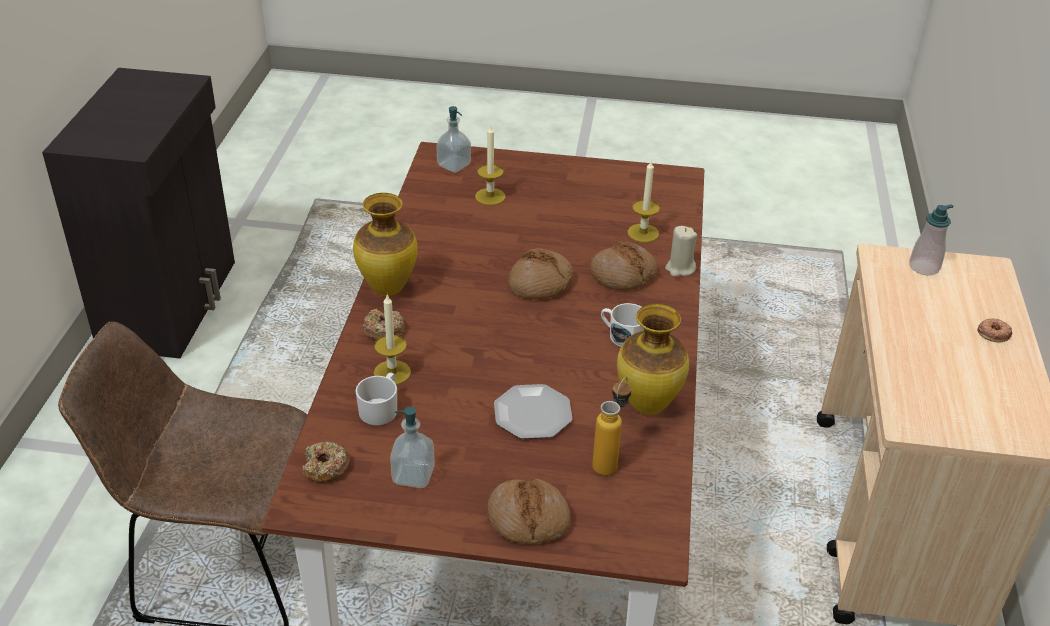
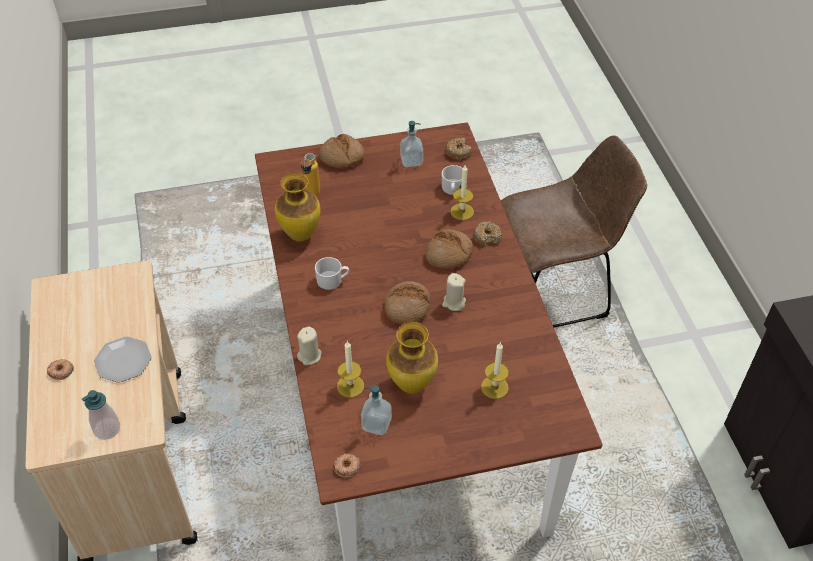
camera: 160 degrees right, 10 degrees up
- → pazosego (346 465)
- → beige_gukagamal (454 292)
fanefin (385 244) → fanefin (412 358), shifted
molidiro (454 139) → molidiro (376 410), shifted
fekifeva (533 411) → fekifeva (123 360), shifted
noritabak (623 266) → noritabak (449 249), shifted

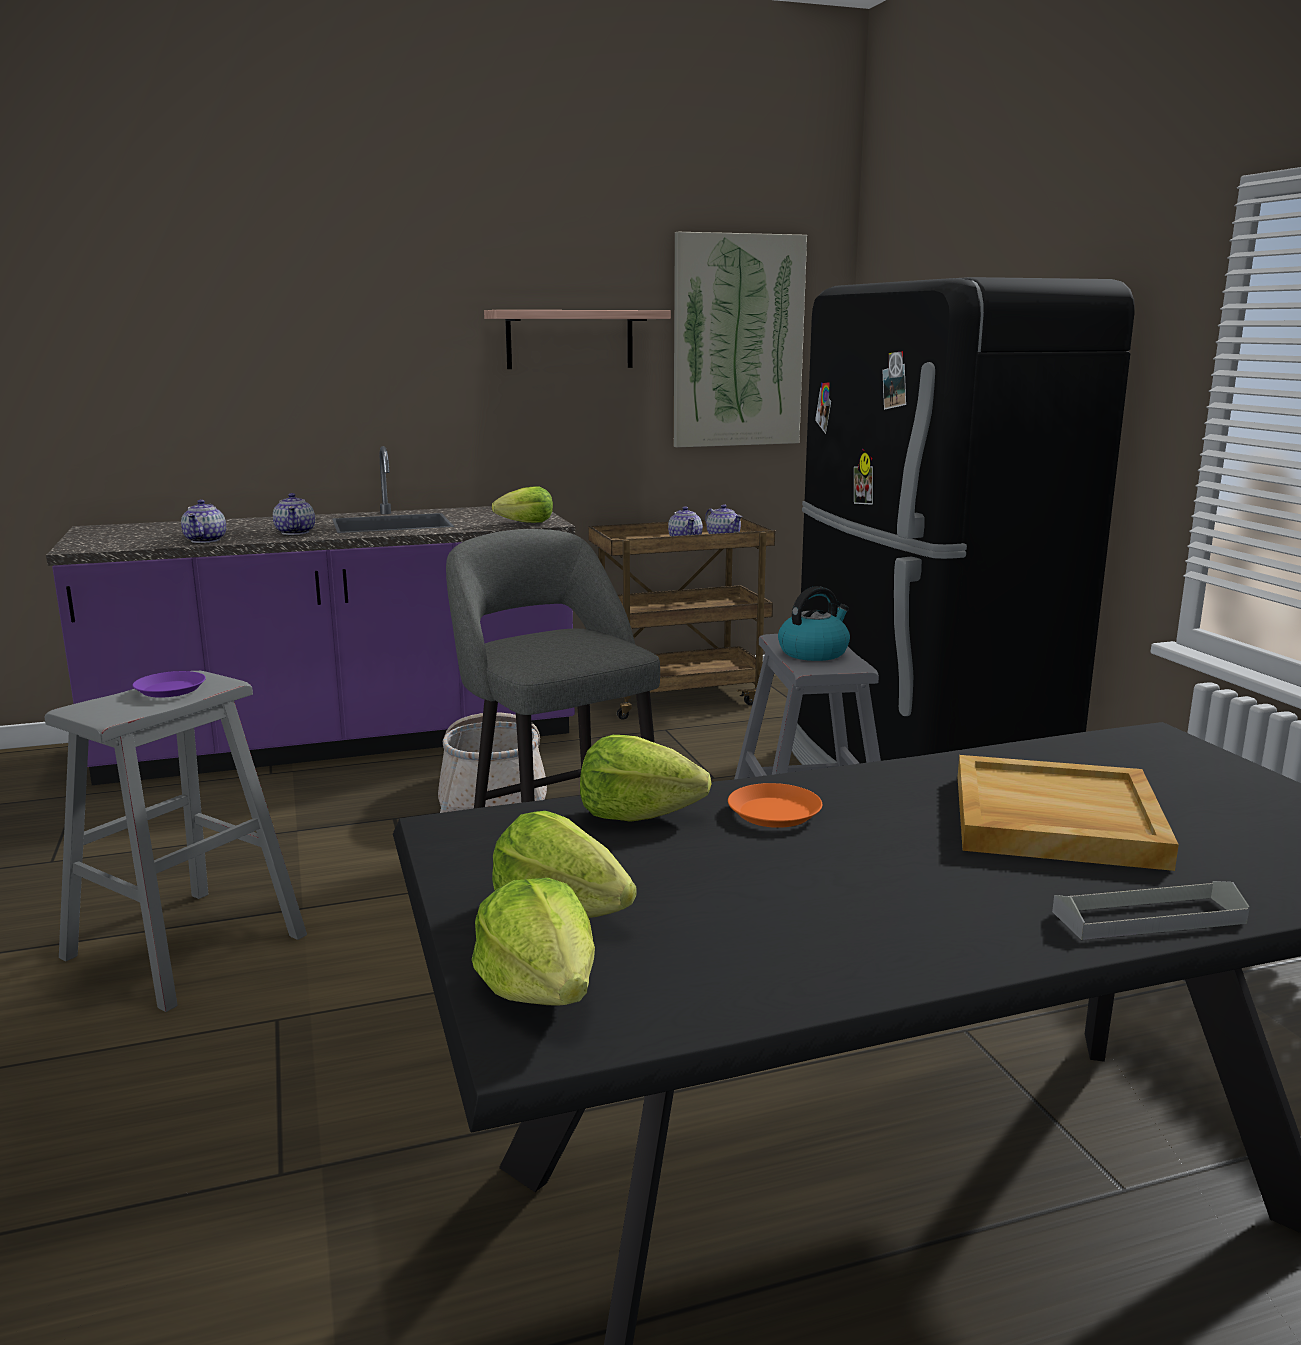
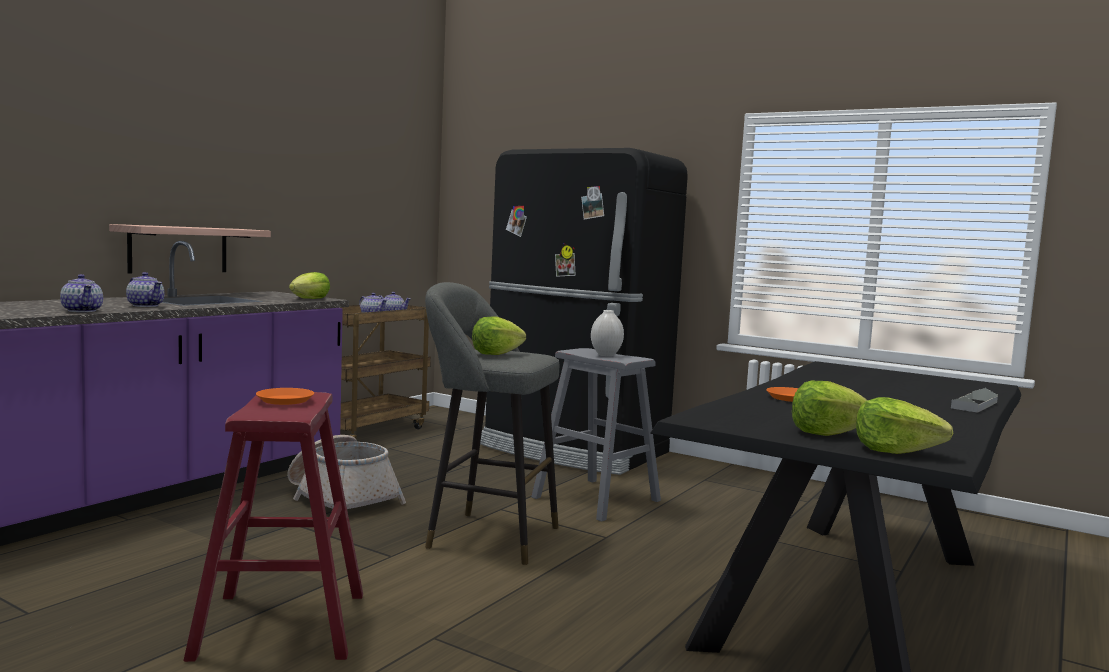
camera: 40 degrees left, 10 degrees down
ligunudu (740 339) → -
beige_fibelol (1068 813) → -
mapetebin (577 339) → mapetebin (190 249), shifted
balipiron (645 778) → balipiron (499 336), shifted
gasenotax (814 623) → white_fanefin (607 333)
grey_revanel (176 841) → red_revanel (273 527)
purple_fekifeva (169 684) → orange_fekifeva (285 396)

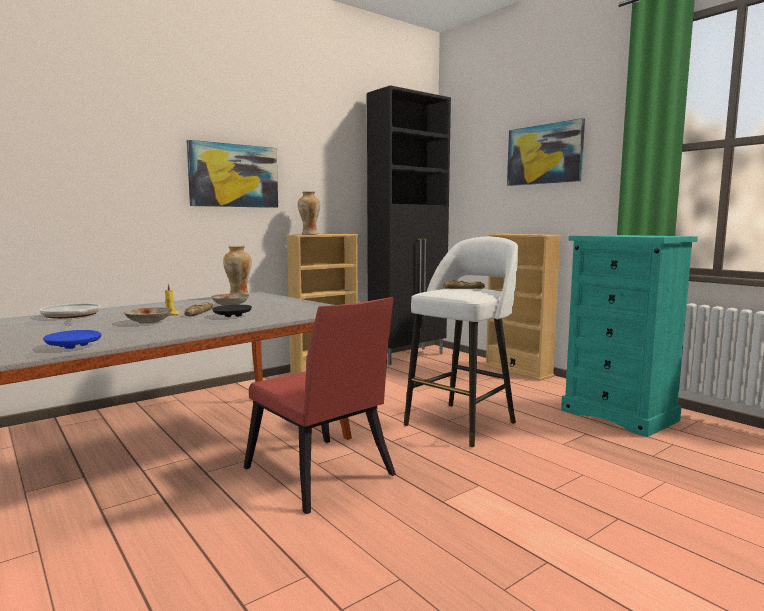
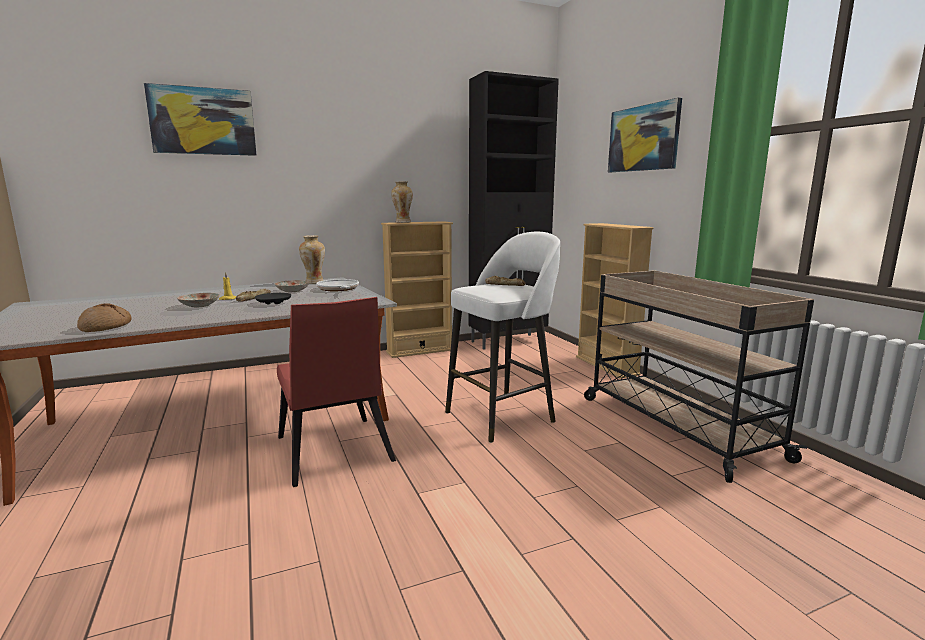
camera: 15 degrees right, 5 degrees up
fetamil (70 311) → fetamil (337 285), shifted
ligunudu (232 174) → ligunudu (200 119), shifted
blue_fekifeva (72 339) → noritabak (104 317)
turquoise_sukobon (629 336) → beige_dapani (699 376)

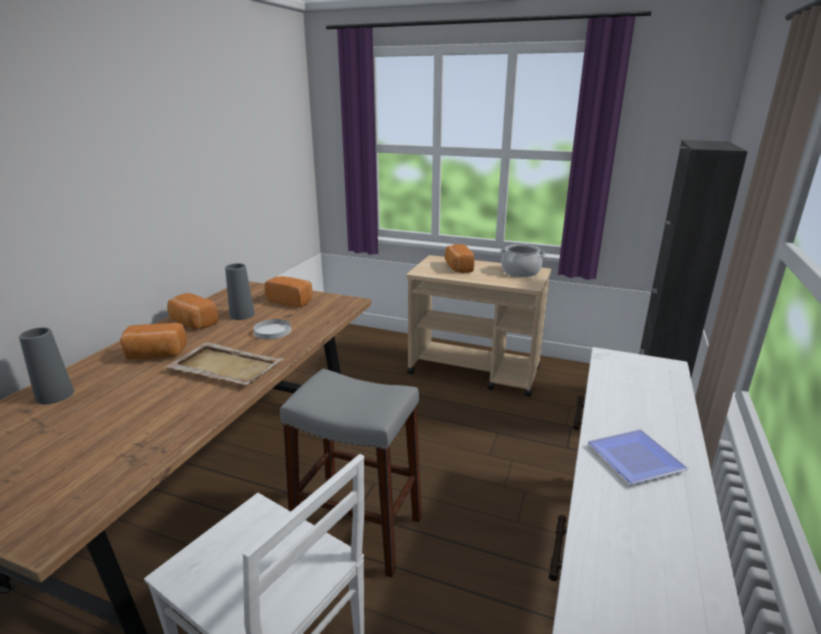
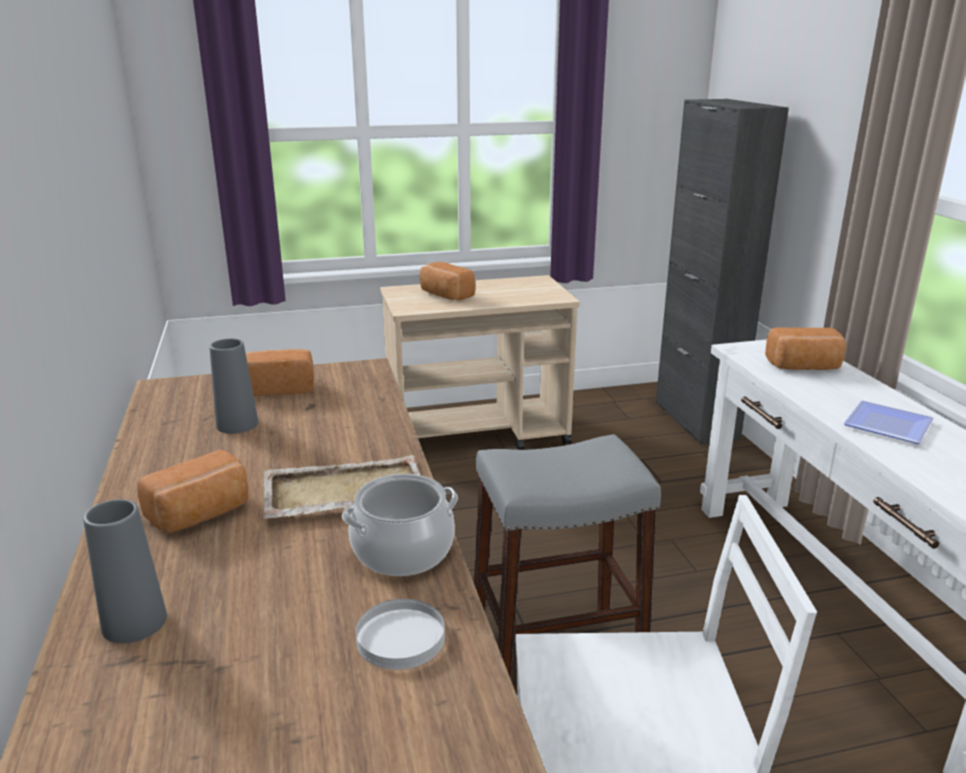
camera: 35 degrees left, 0 degrees up
noritabak (192 311) → noritabak (805 349), shifted
white_fekifeva (272 329) → white_fekifeva (400 634), shifted
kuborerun (522 260) → kuborerun (400 525), shifted

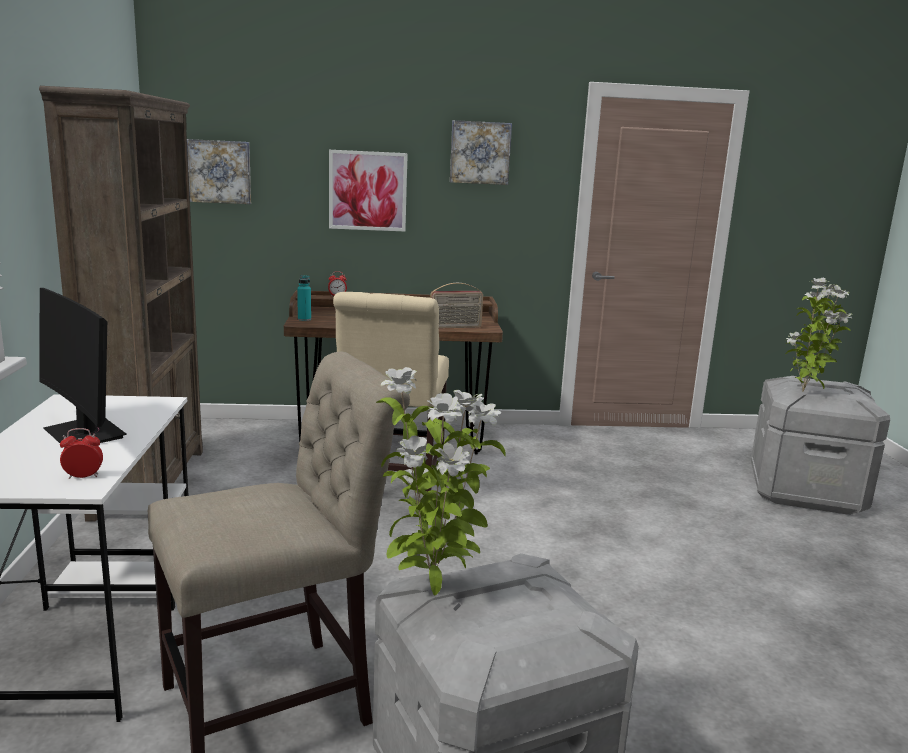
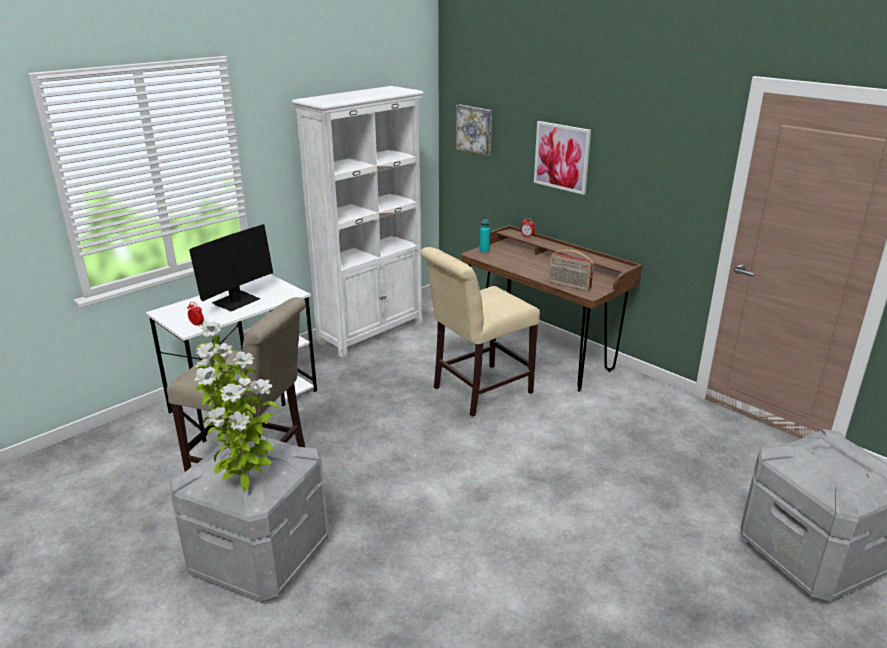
camera: 50 degrees right, 10 degrees up
ligunudu (481 152) → -
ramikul (818 335) → ramikul (236 429), shifted
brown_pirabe (121 304) → white_pirabe (358 221)
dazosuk (83 368) → dazosuk (231 267), 150 degrees counterclockwise

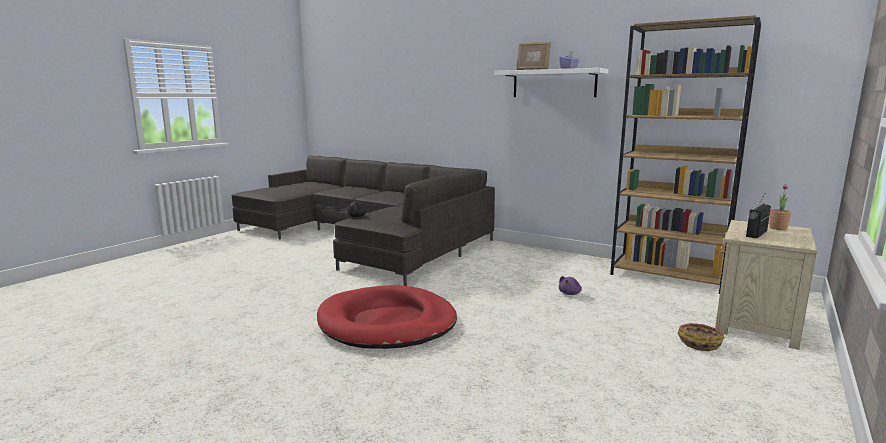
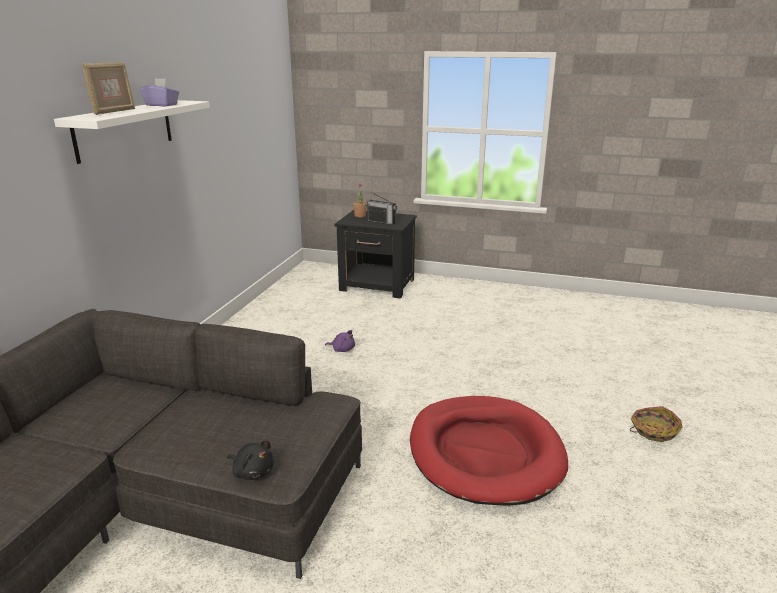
camera: 105 degrees left, 10 degrees up
brown_pirabe (685 154) → -
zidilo (701 337) → zidilo (656 424), shifted
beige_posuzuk (766 285) → black_posuzuk (375 254)

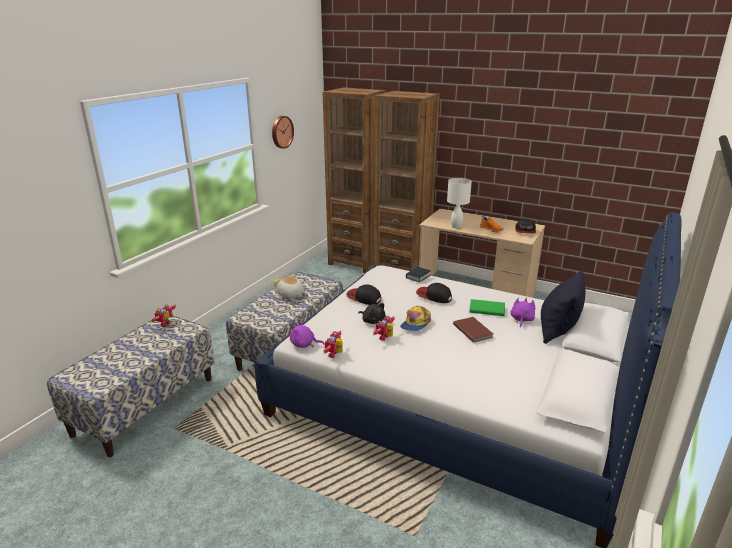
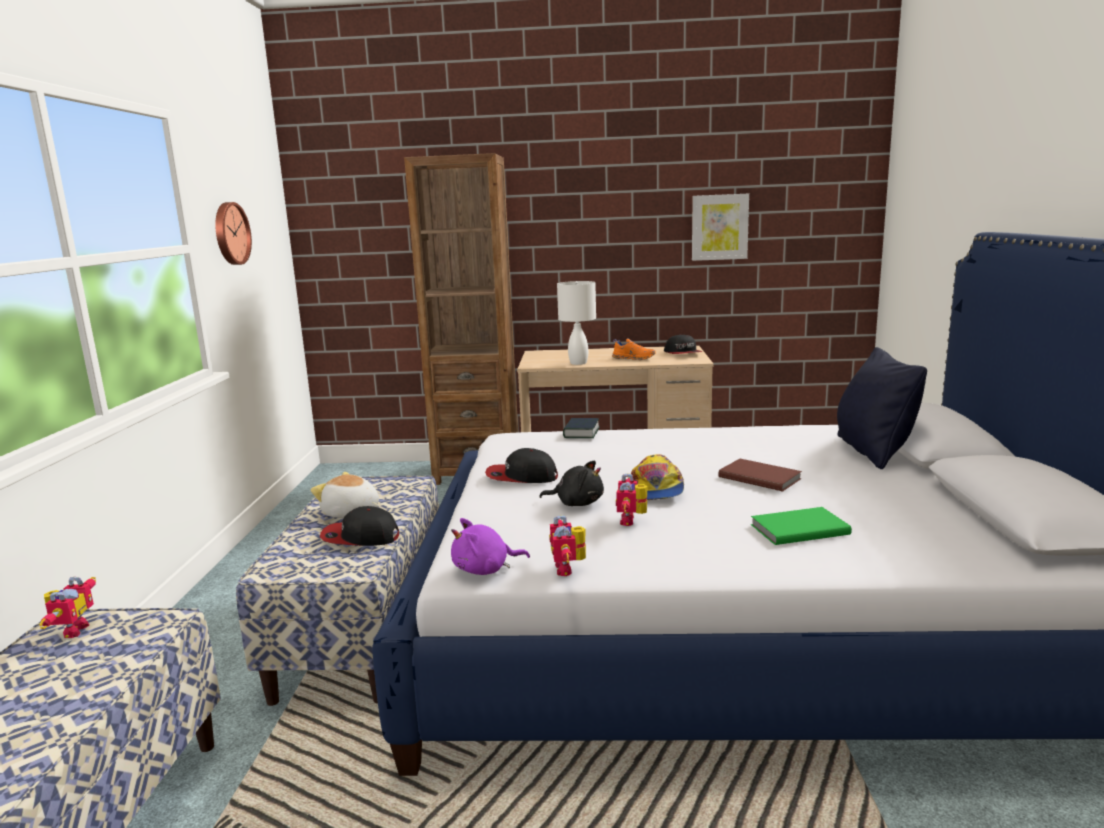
camera: 25 degrees left, 10 degrees down
brown_pirabe (354 180) → -
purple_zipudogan (522 312) → -
- → ligunudu (720 227)
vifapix (434 293) → vifapix (359 526), shifted
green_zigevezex (487 307) → green_zigevezex (801 526), shifted

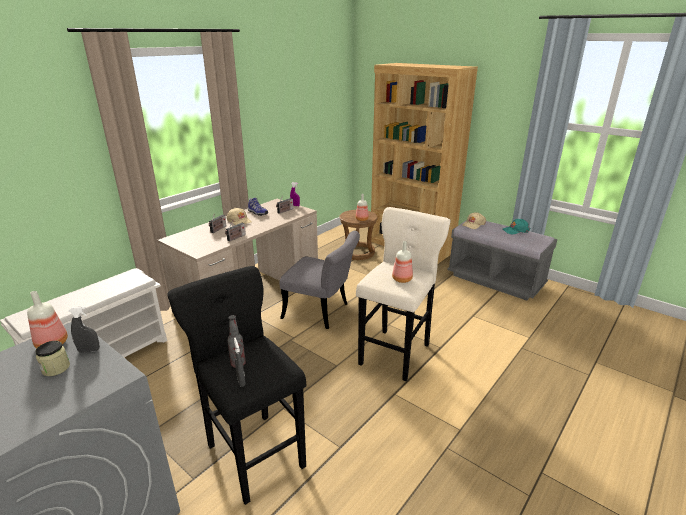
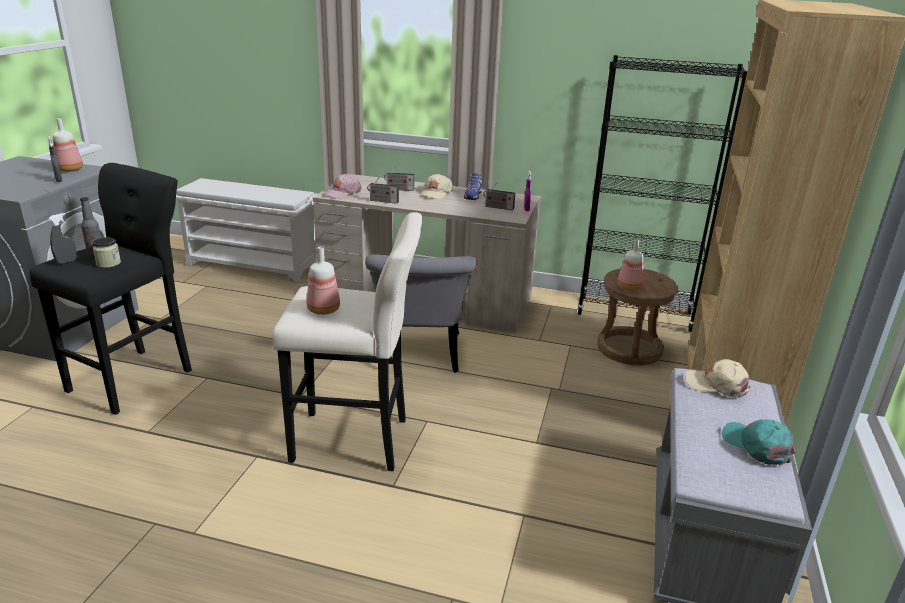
camera: 65 degrees right, 0 degrees up
- → pink_vifapix (342 186)
- → black_pirabe (662 193)
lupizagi (52 358) → lupizagi (107 253), shifted

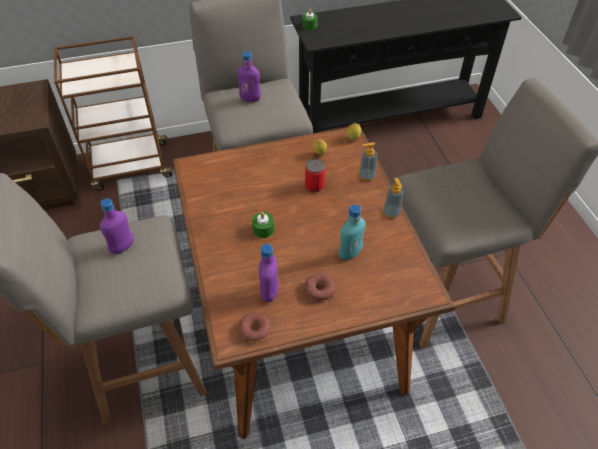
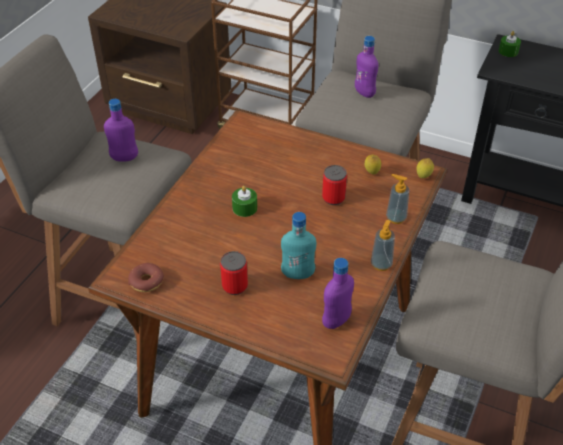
camera: 40 degrees right, 5 degrees down
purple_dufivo (269 273) → purple_dufivo (338 293), shifted
pazosego (320 287) → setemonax (234 273)

